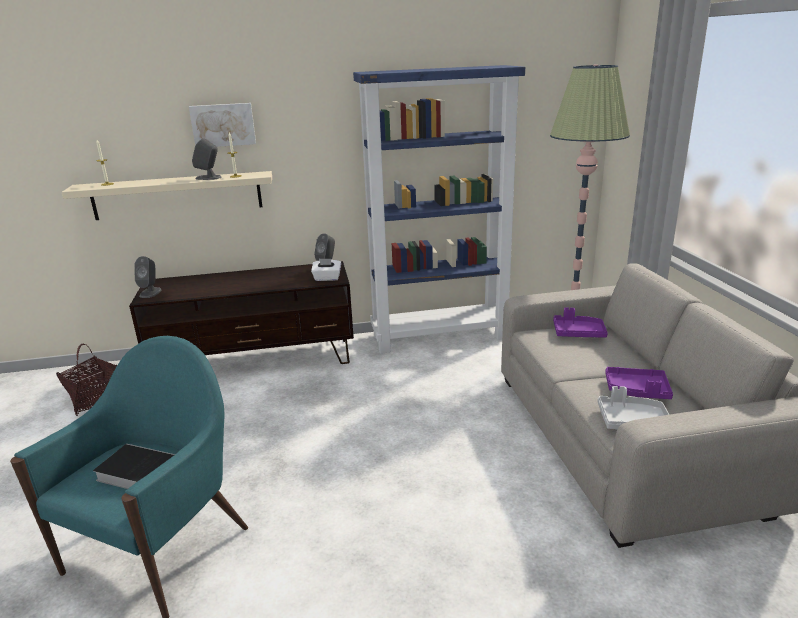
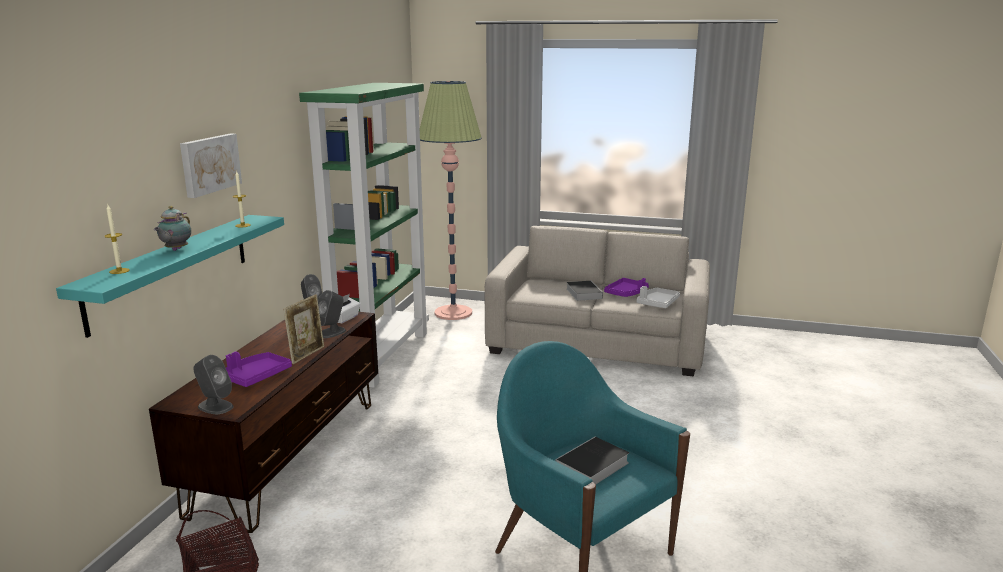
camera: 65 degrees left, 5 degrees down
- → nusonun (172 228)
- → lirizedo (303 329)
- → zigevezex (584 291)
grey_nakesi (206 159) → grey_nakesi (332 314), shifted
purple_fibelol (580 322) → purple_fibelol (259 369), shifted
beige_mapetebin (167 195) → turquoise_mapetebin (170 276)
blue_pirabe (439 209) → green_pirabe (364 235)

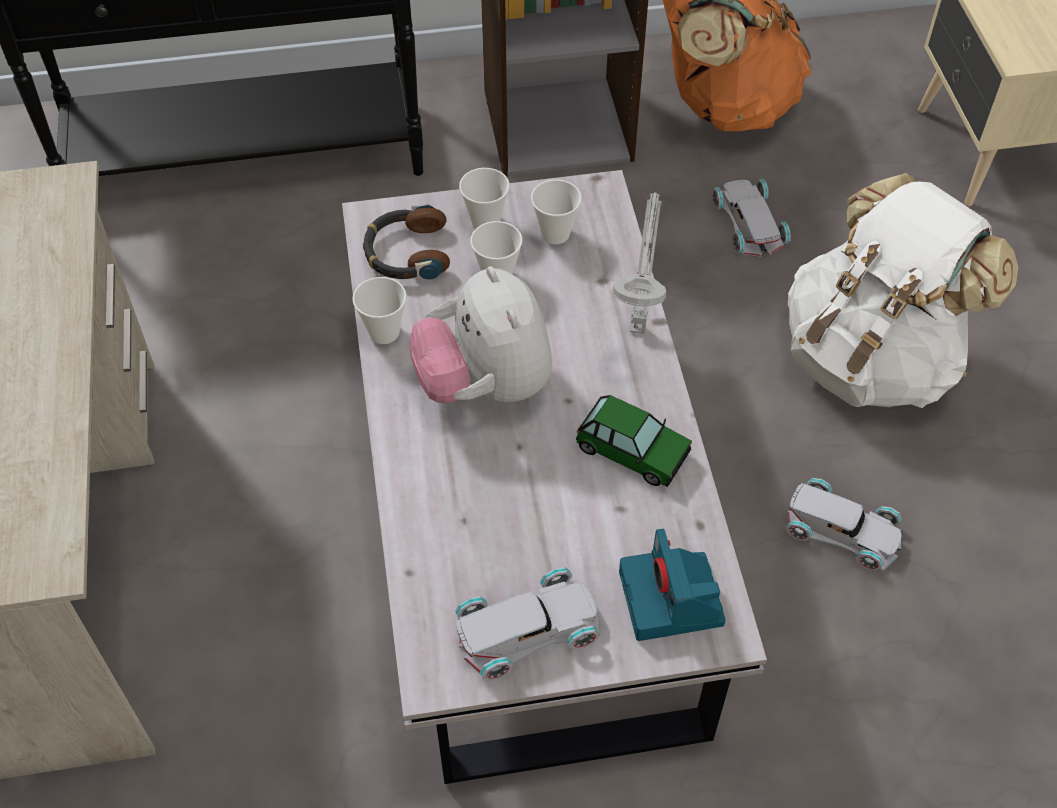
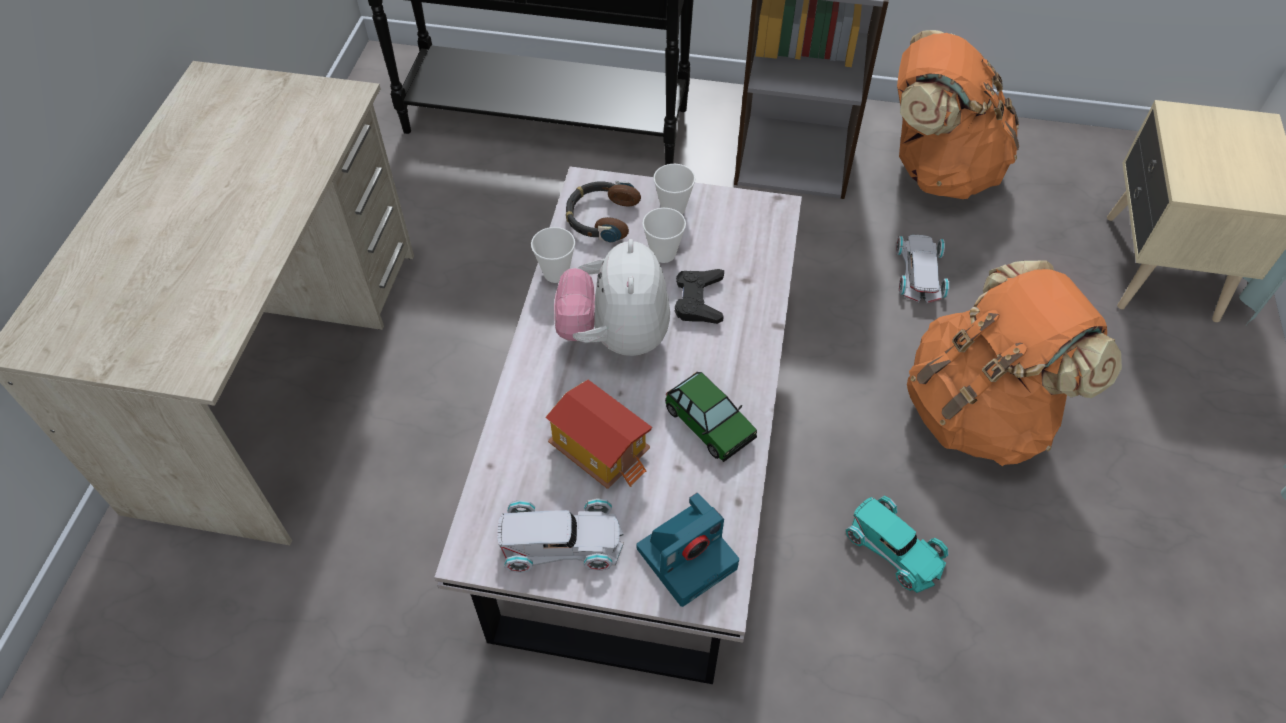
camera: 20 degrees right, 0 degrees up
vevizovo (556 211) → -
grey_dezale (639 263) → -
- → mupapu (598 434)
- → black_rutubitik (699 296)
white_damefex (844 524) → turquoise_damefex (897 544)
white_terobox (903 290) → orange_terobox (1014 363)
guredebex (672 585) → guredebex (687 550), 135 degrees counterclockwise

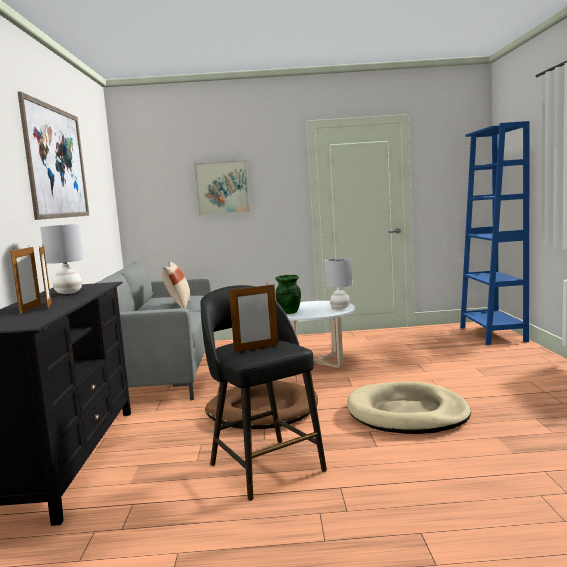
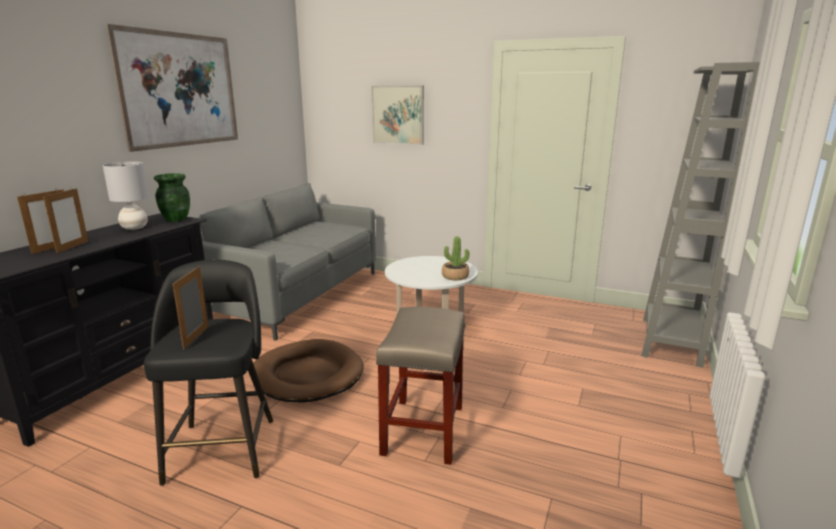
camera: 25 degrees right, 10 degrees up
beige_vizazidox (176 285) → -
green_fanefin (288 294) → green_fanefin (172 197), shifted
grey_dezale (338 283) → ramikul (455 258)
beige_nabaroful (409 407) → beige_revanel (420 386)
blue_pirabe (495 233) → grey_pirabe (700 215)
lirizedo (254 317) → lirizedo (191 307), 90 degrees clockwise

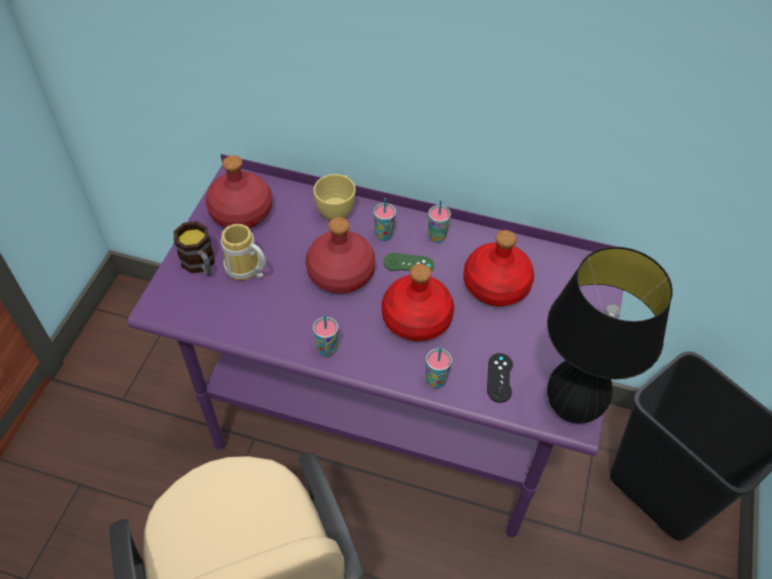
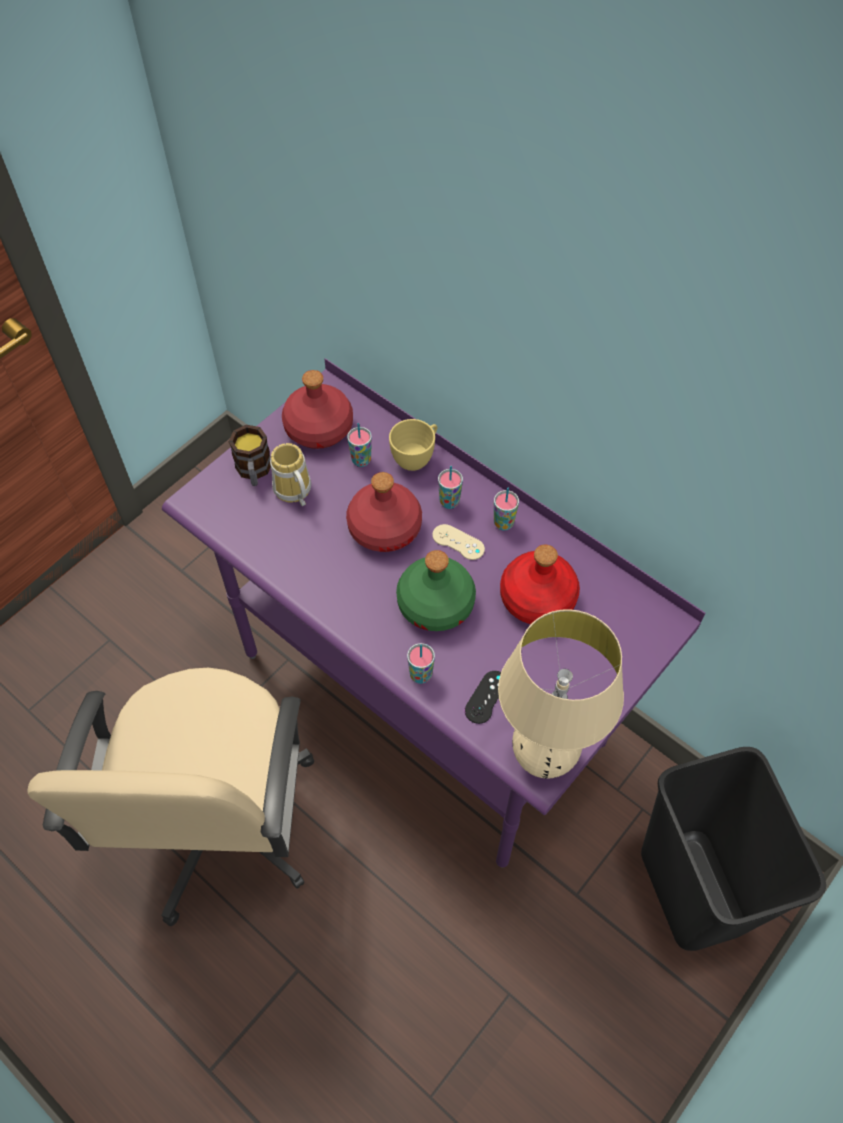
camera: 25 degrees right, 5 degrees up
vevizovo (325 335) → vevizovo (359 445), shifted
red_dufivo (417 302) → green_dufivo (436 590)
green_rutubitik (408 262) → beige_rutubitik (458 542)
black_dezale (610 335) → beige_dezale (561 694)

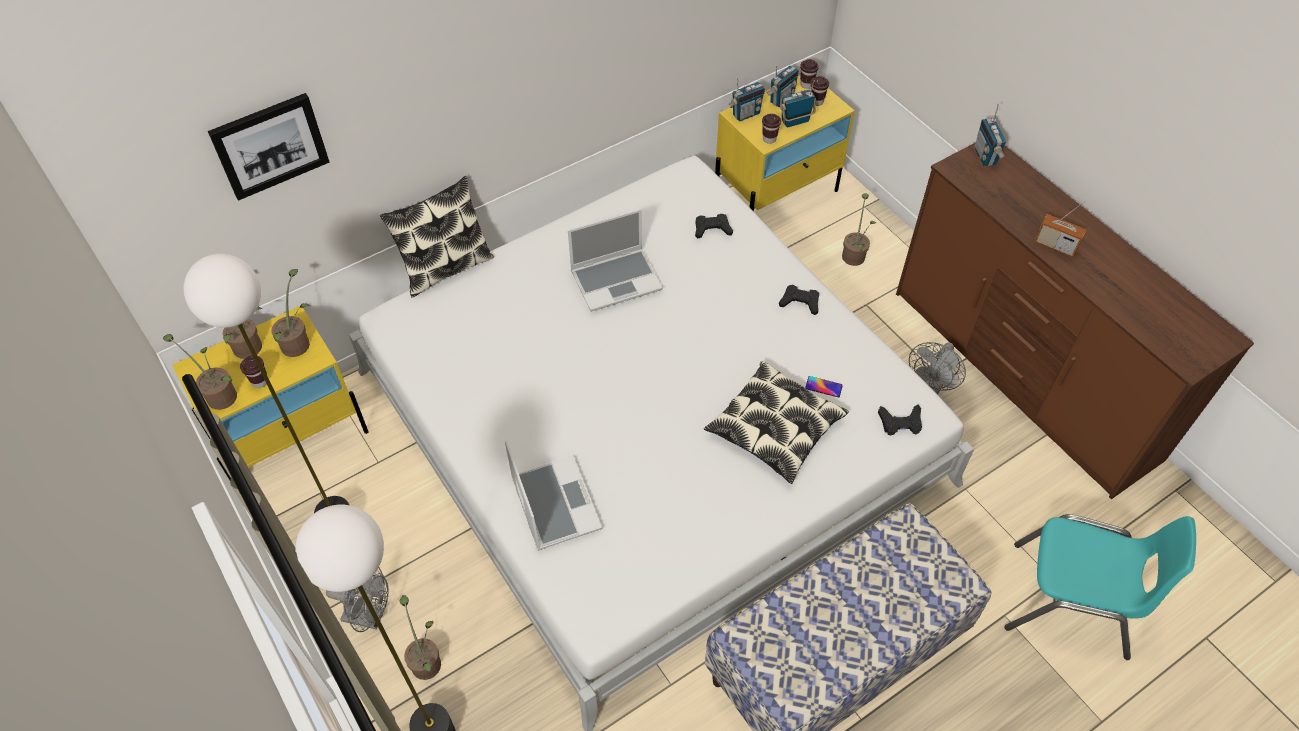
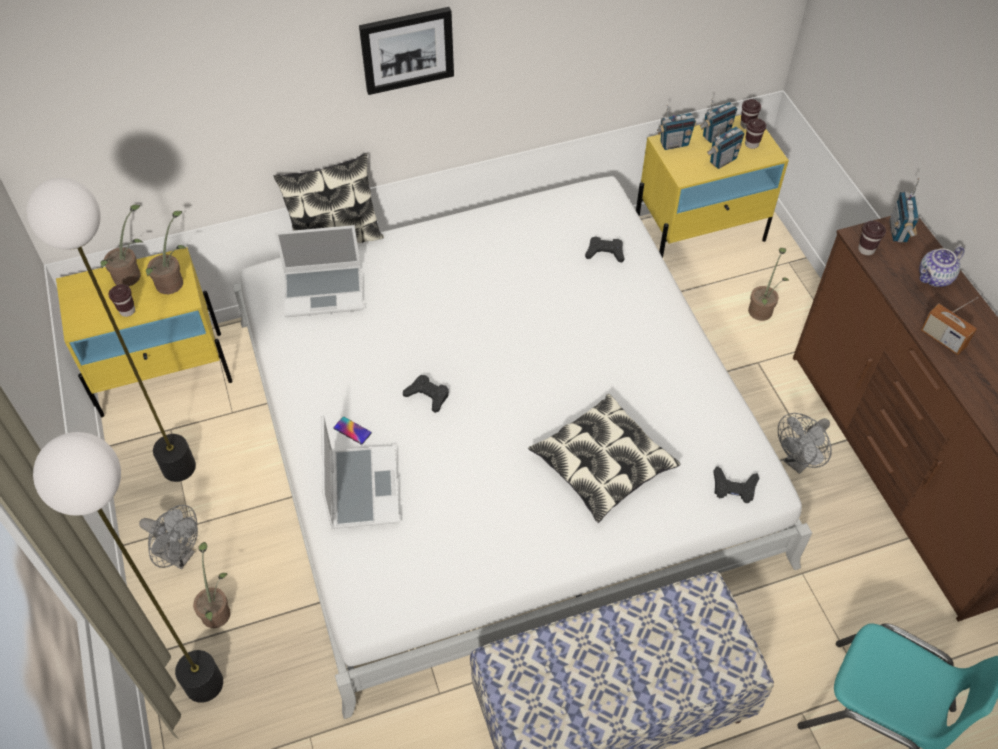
camera: 15 degrees right, 0 degrees up
ramikul (200 372) → -
- → nusonun (942 266)
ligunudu (269 147) → ligunudu (406 51), shifted
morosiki (615 260) → morosiki (319 271), shifted
brown_vevizovo (771 128) → brown_vevizovo (872 238), shifted
black_rutubitik (799 300) → black_rutubitik (426 394), shifted
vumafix (824 386) → vumafix (352 431), shifted
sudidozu (798 104) → sudidozu (726 146), 150 degrees clockwise

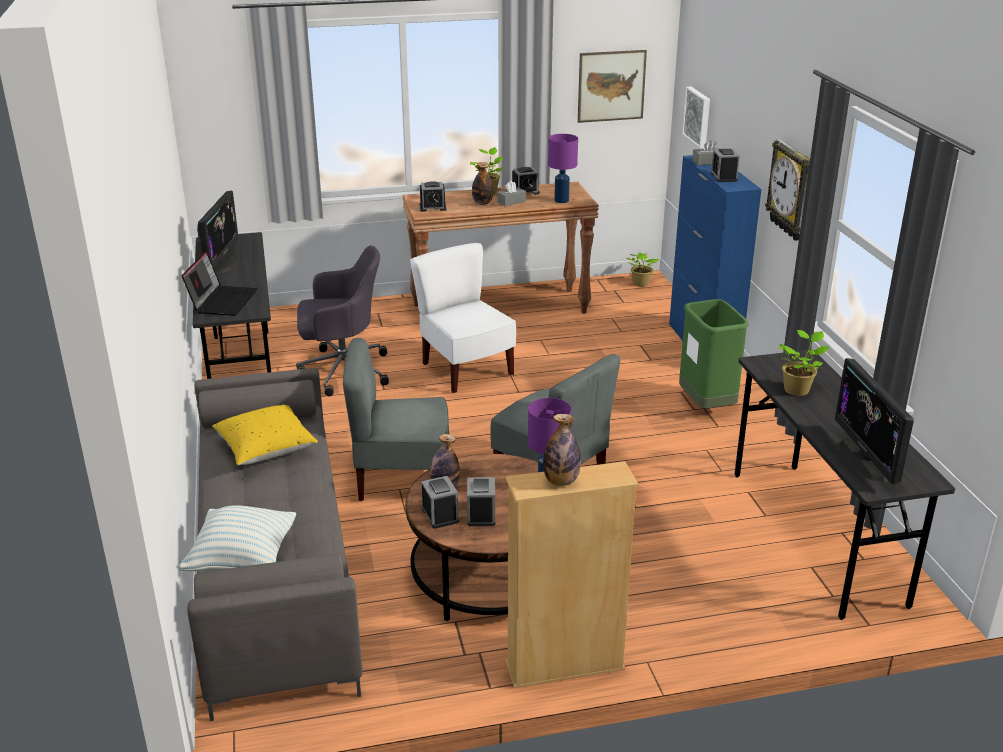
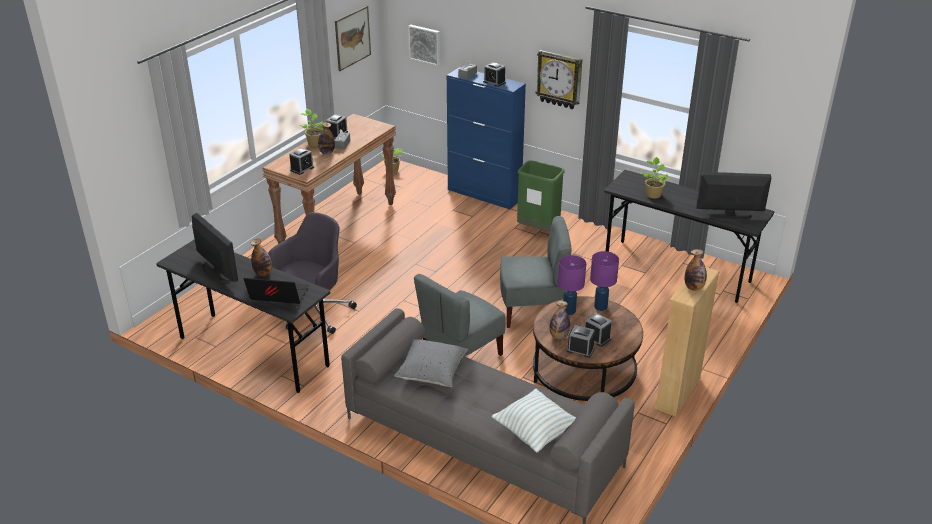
camera: 45 degrees left, 5 degrees up
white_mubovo (463 318) → -
- → dufivo (261 257)
purple_dezale (563 168) → purple_dezale (572 285), shifted
yellow_vizazidox (265 435) → grey_vizazidox (431 363)
morosiki (220 283) → morosiki (276 291), 45 degrees counterclockwise
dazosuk (874 421) → dazosuk (733 196), 150 degrees clockwise

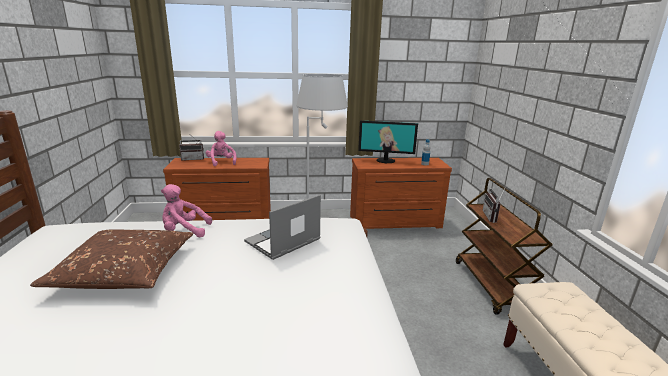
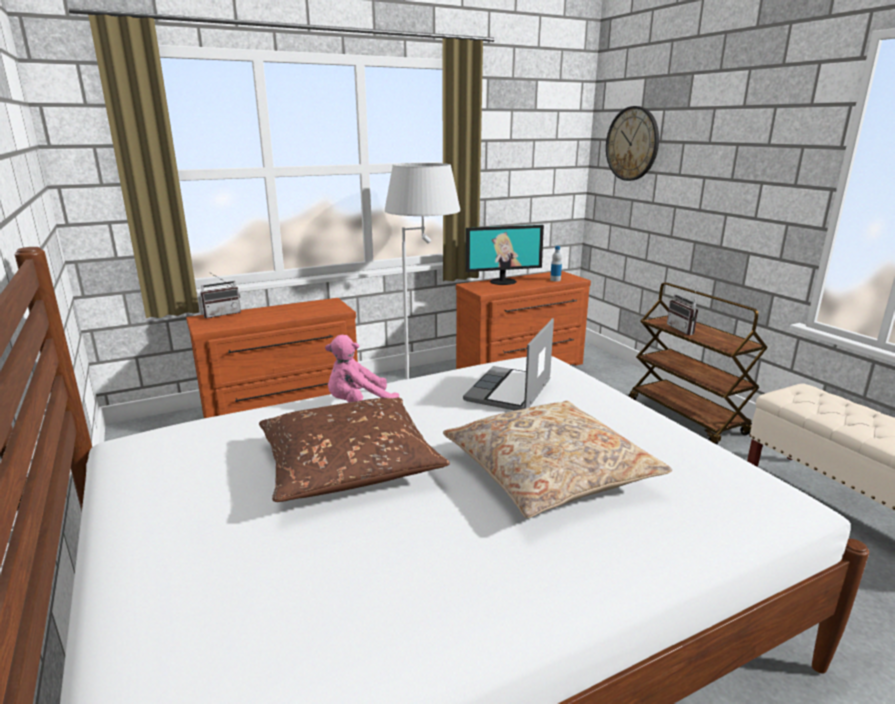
camera: 20 degrees left, 0 degrees up
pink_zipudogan (221 148) → -
- → beige_vizazidox (557 459)
- → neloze (632 143)

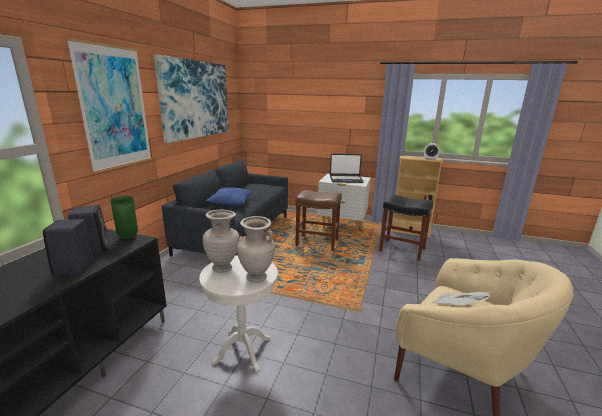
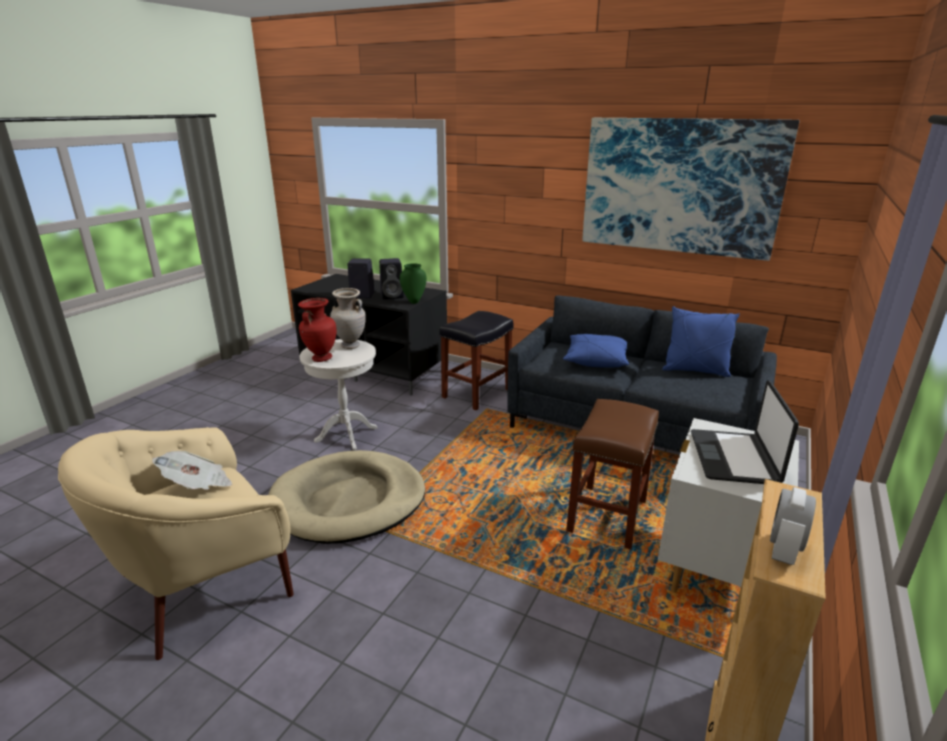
camera: 100 degrees right, 5 degrees up
ligunudu (109 106) → -
- → beige_nabaroful (346 497)
- → blue_vizazidox (701 341)
black_revanel (406 227) → black_revanel (476 360), shifted
beige_fanefin (256 249) → red_fanefin (317 330)

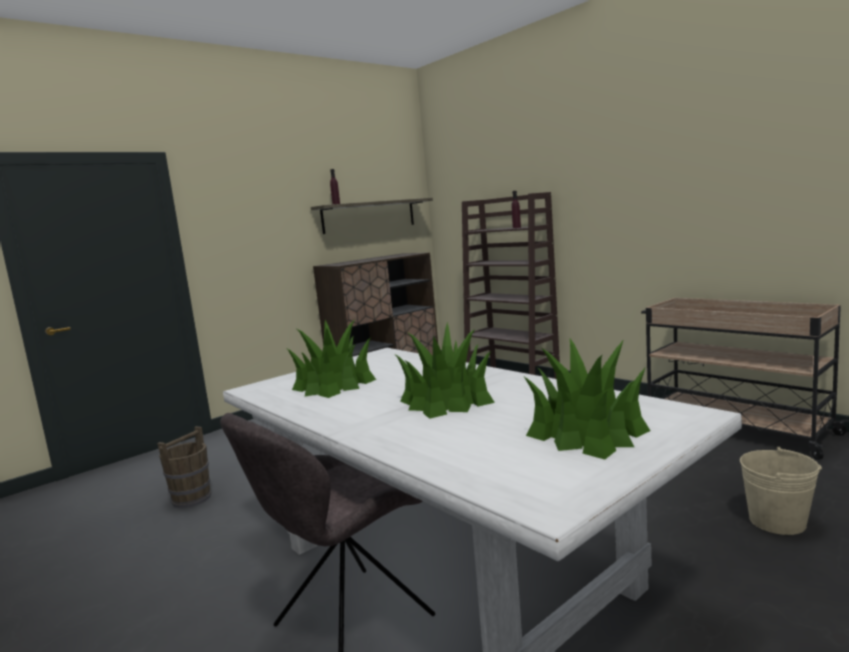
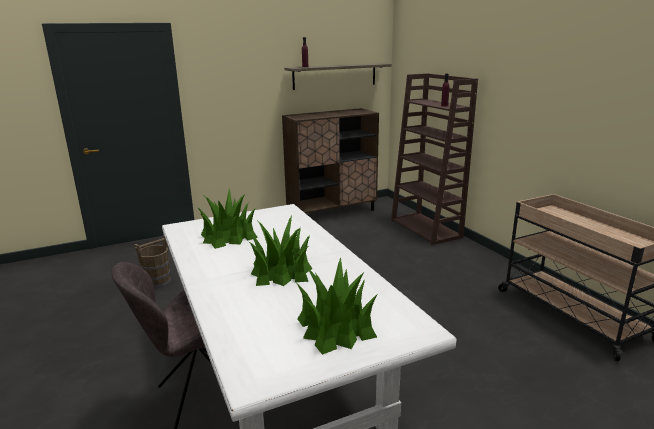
camera: 15 degrees right, 10 degrees up
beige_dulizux (781 491) → -

